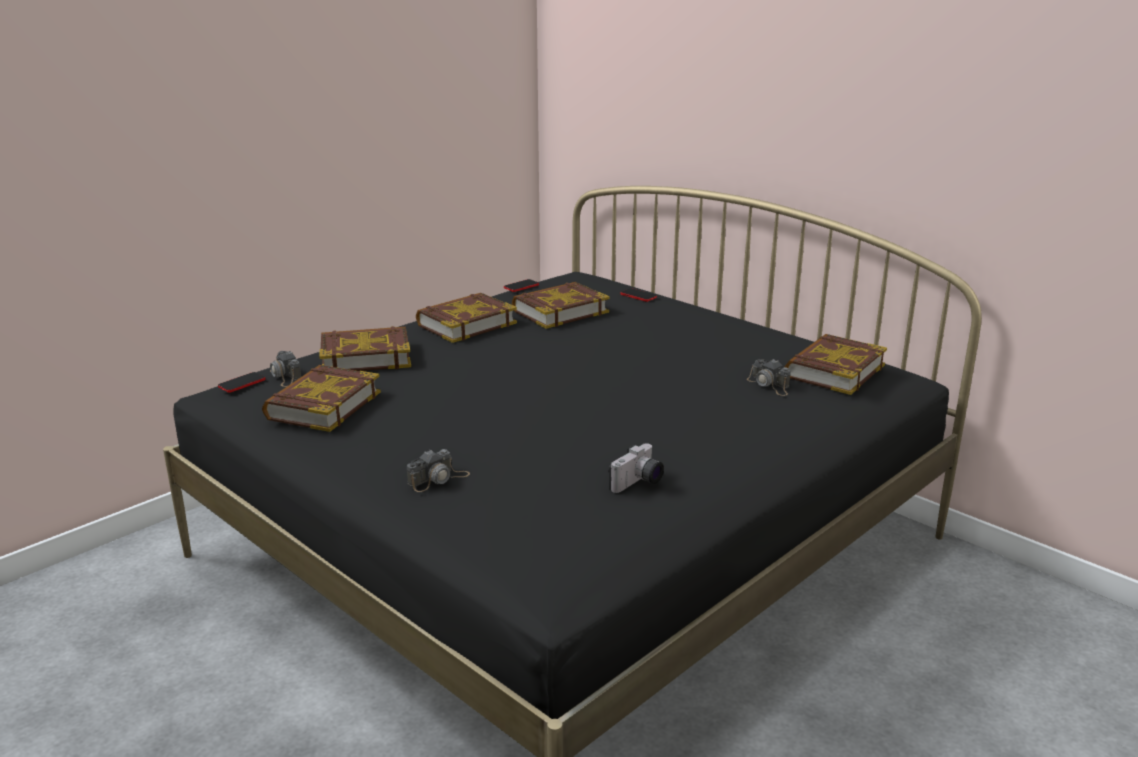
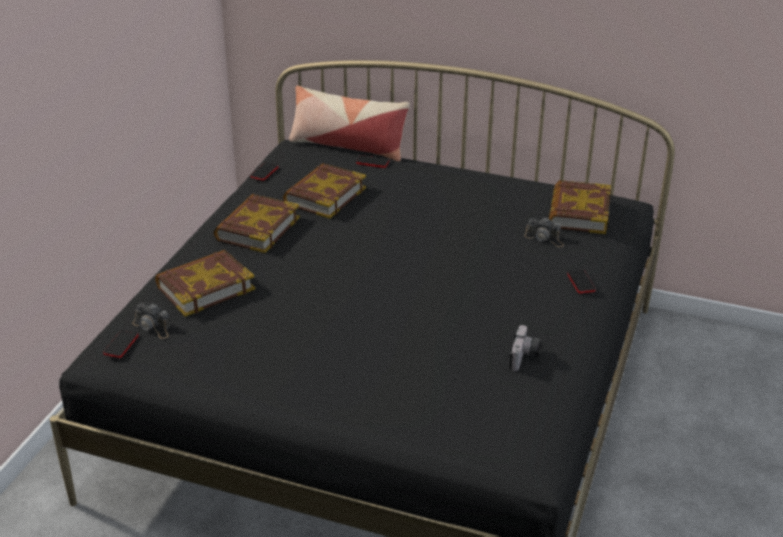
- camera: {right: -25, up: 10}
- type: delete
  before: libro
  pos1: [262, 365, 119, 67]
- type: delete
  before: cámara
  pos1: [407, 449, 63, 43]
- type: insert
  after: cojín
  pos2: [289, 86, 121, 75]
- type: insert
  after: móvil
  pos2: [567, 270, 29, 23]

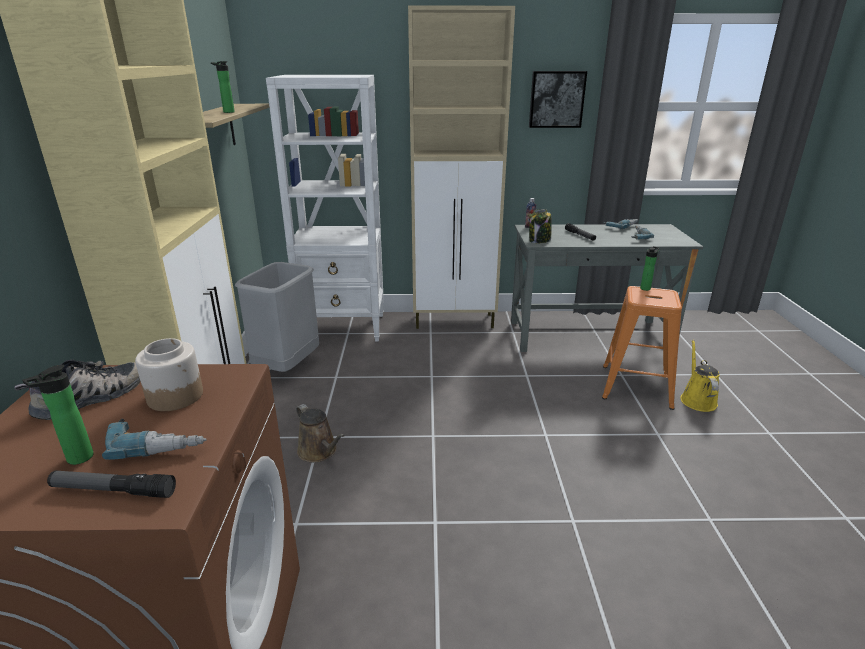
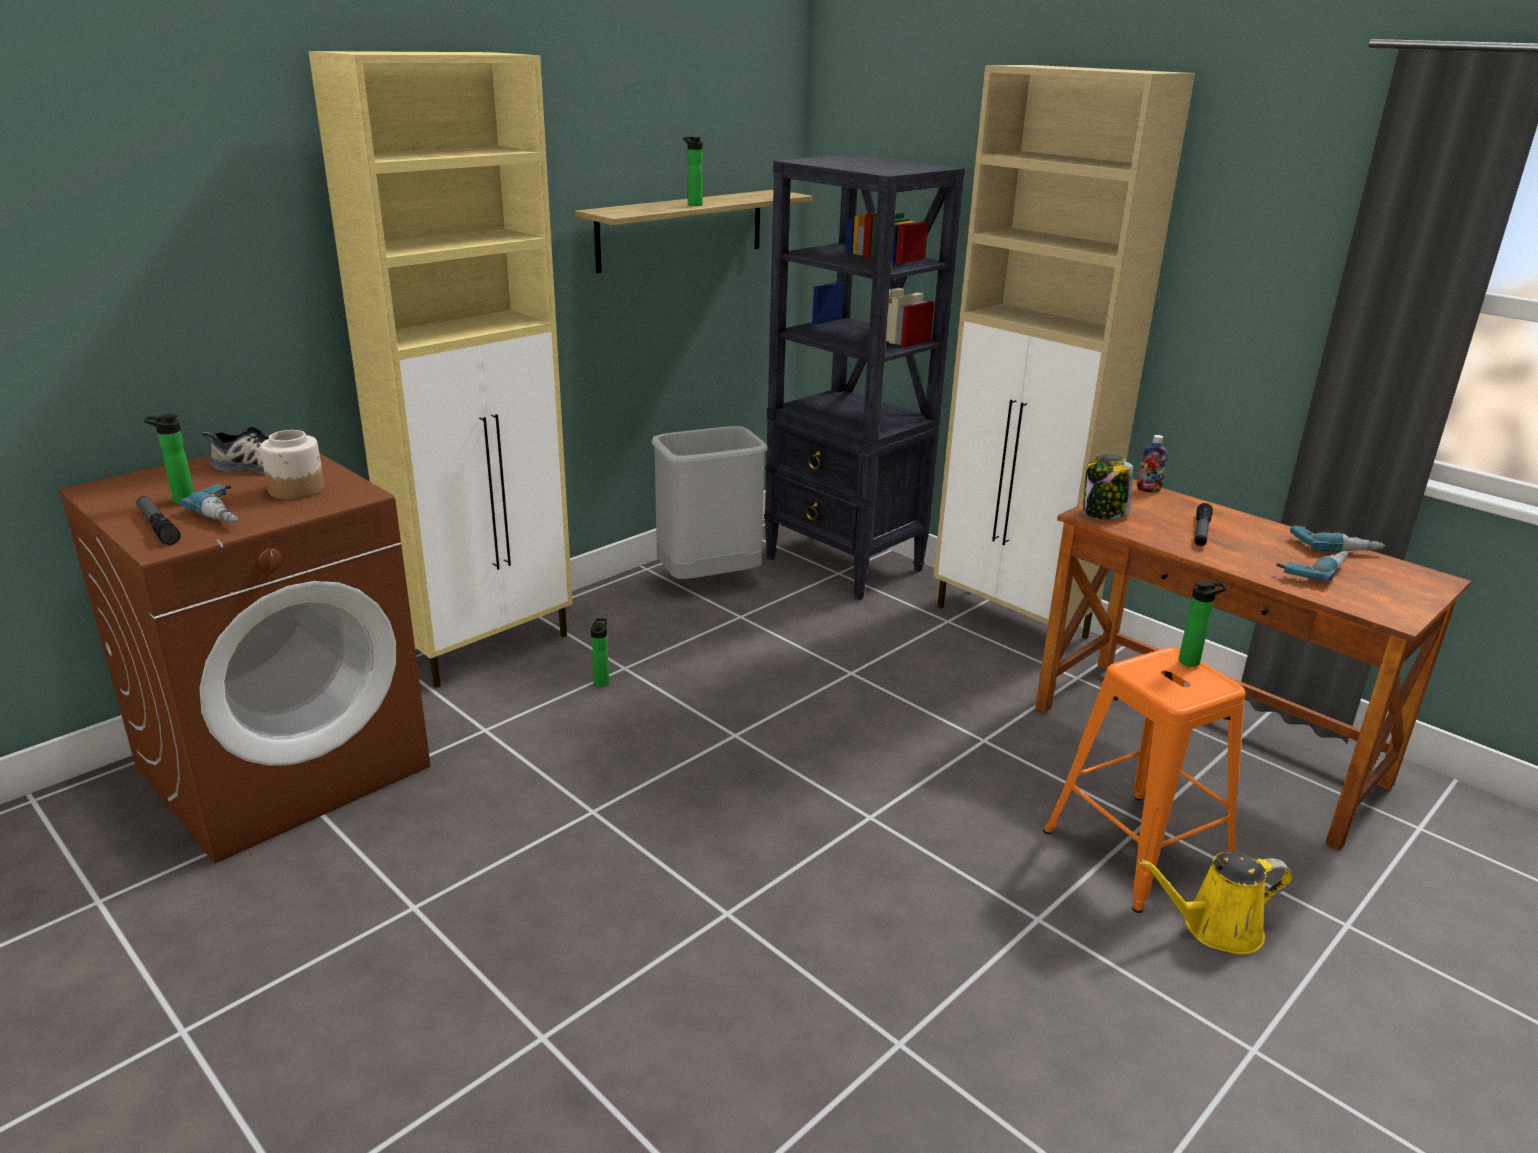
- camera: {right: 45, up: 0}
- type: delete
  before: cuadro
  pos1: [529, 71, 58, 57]
- type: recolor
  before: estantería (blanco)
  after: estantería (negro)
  pos1: [266, 75, 118, 267]
  pos2: [764, 155, 201, 445]
- type: recolor
  before: escritorio (gris)
  after: escritorio (marrón)
  pos1: [511, 224, 192, 128]
  pos2: [1035, 479, 436, 372]
- type: rotate
  before: regadera (amarillo)
  pos1: [680, 340, 40, 72]
  pos2: [1138, 852, 155, 103]
  turn: -150
- type: replace
  before: regadera (marrón)
  after: botella
  pos1: [296, 404, 49, 58]
  pos2: [591, 618, 18, 69]

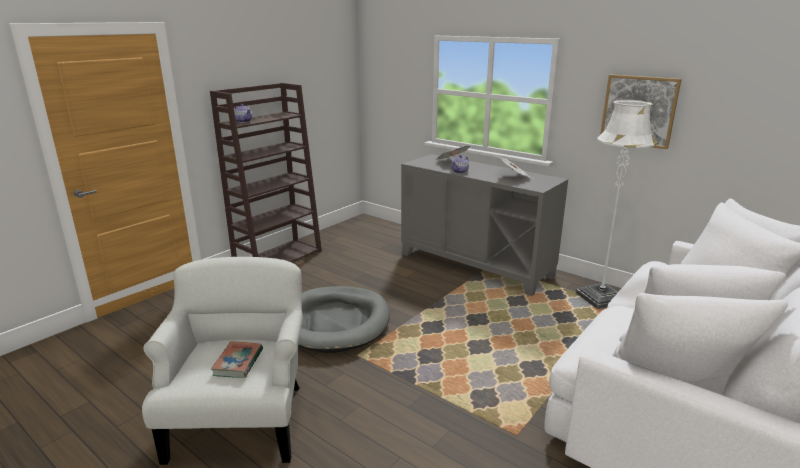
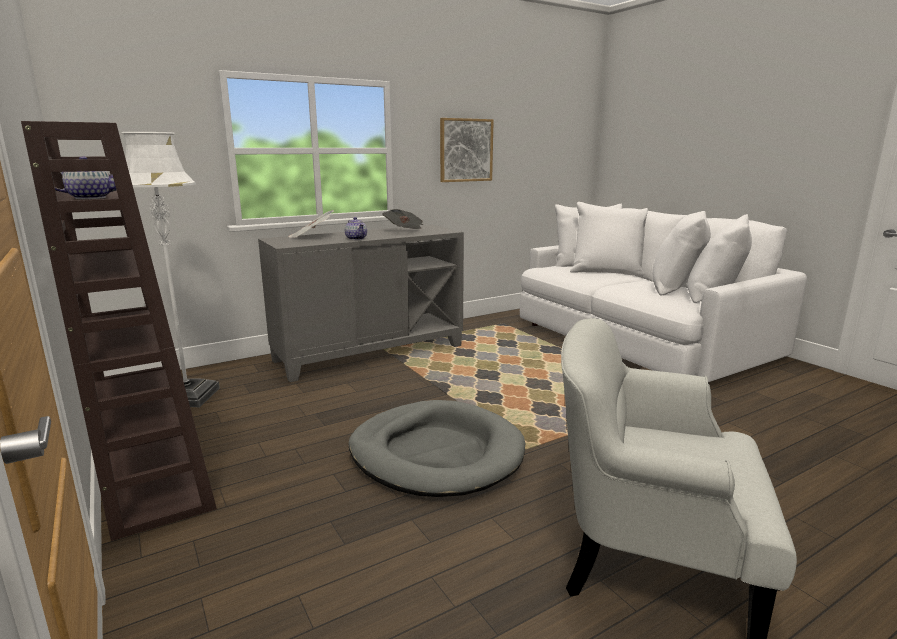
- camera: {right: -70, up: -5}
- type: move
  before: lámpara de pie (blanco)
  pos1: [576, 100, 82, 209]
  pos2: [122, 132, 98, 275]
- type: delete
  before: libro
  pos1: [211, 341, 52, 37]

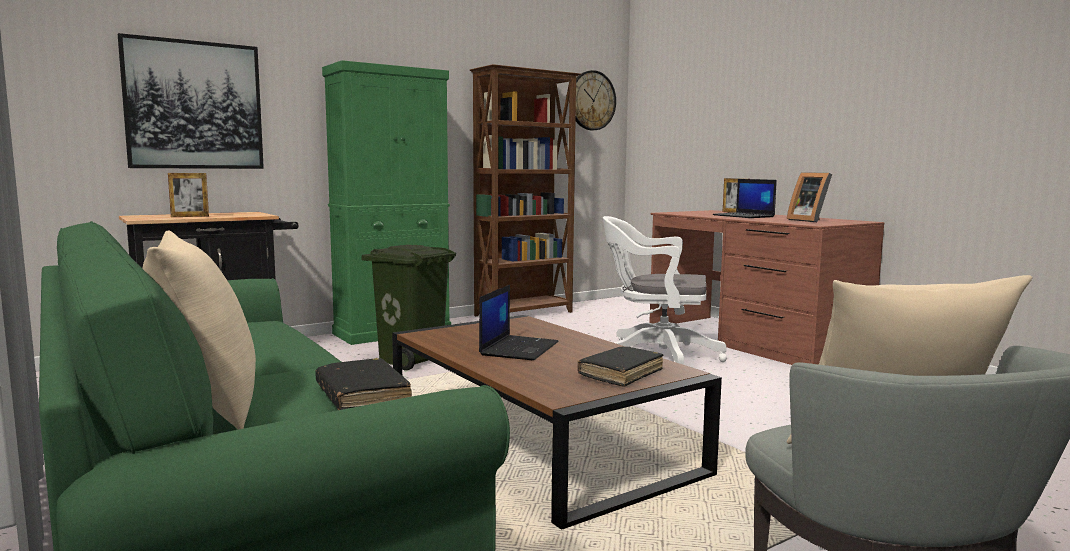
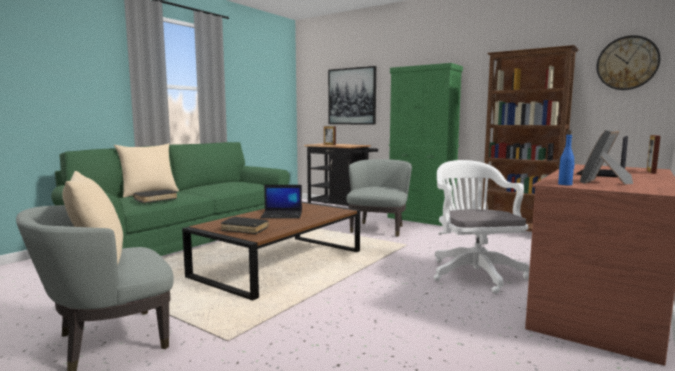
- camera: {right: 70, up: 0}
- type: replace
  before: papelera (verde)
  after: sillón (gris)
  pos1: [361, 245, 95, 126]
  pos2: [347, 159, 65, 78]
- type: insert
  after: botella (azul)
  pos2: [558, 130, 17, 55]

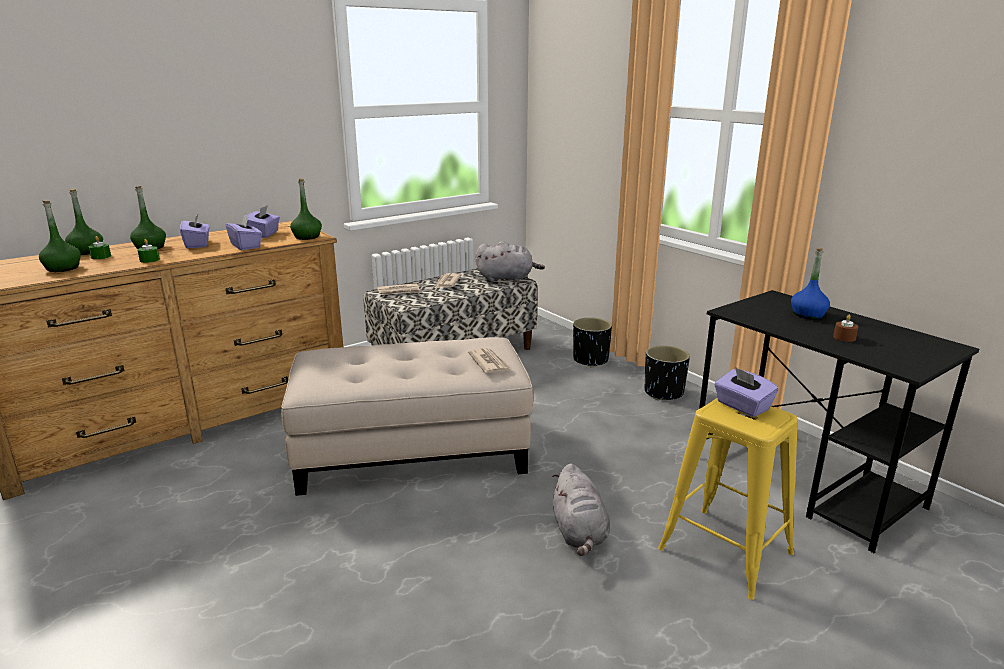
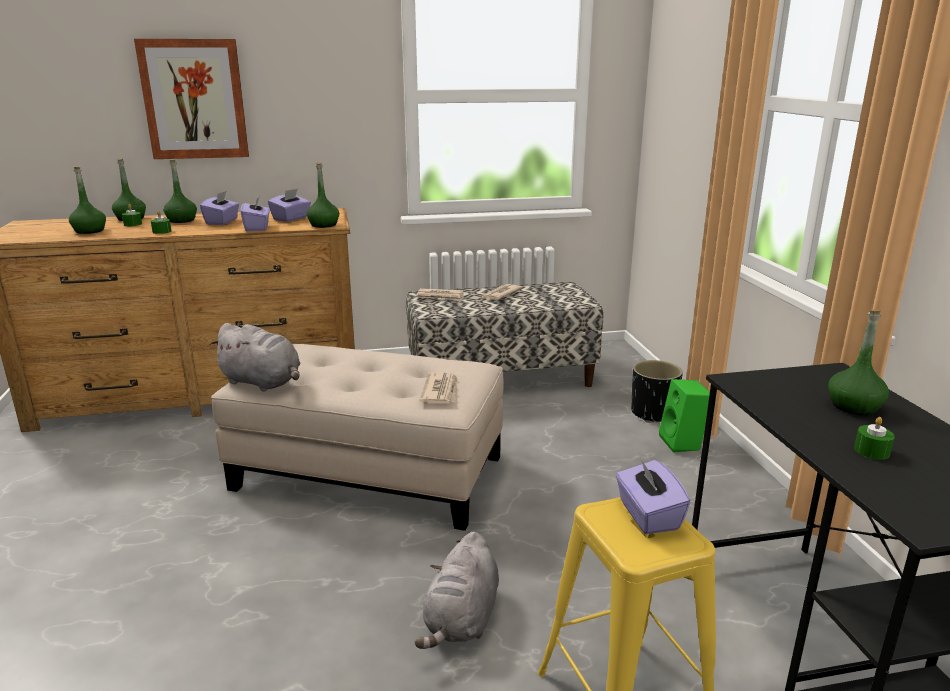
- camera: {right: 25, up: 0}
- type: move
  before: peluche (gris)
  pos1: [476, 241, 69, 41]
  pos2: [209, 323, 92, 69]
- type: recolor
  before: botella (azul)
  after: botella (verde)
  pos1: [791, 248, 39, 71]
  pos2: [828, 309, 61, 106]
- type: recolor
  before: vela (marrón)
  after: vela (verde)
  pos1: [833, 315, 26, 27]
  pos2: [854, 417, 41, 43]
- type: delete
  before: maceta (negro)
  pos1: [645, 345, 45, 56]
- type: insert
  after: cuadro
  pos2: [134, 39, 115, 120]
- type: insert
  after: altavoz (verde)
  pos2: [659, 379, 51, 74]

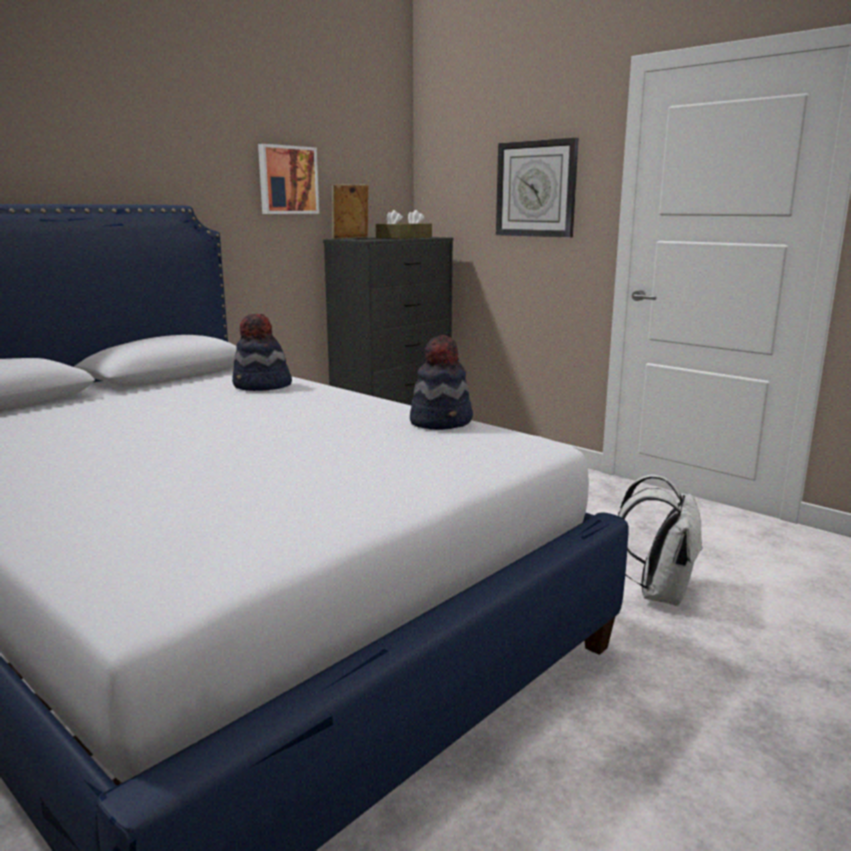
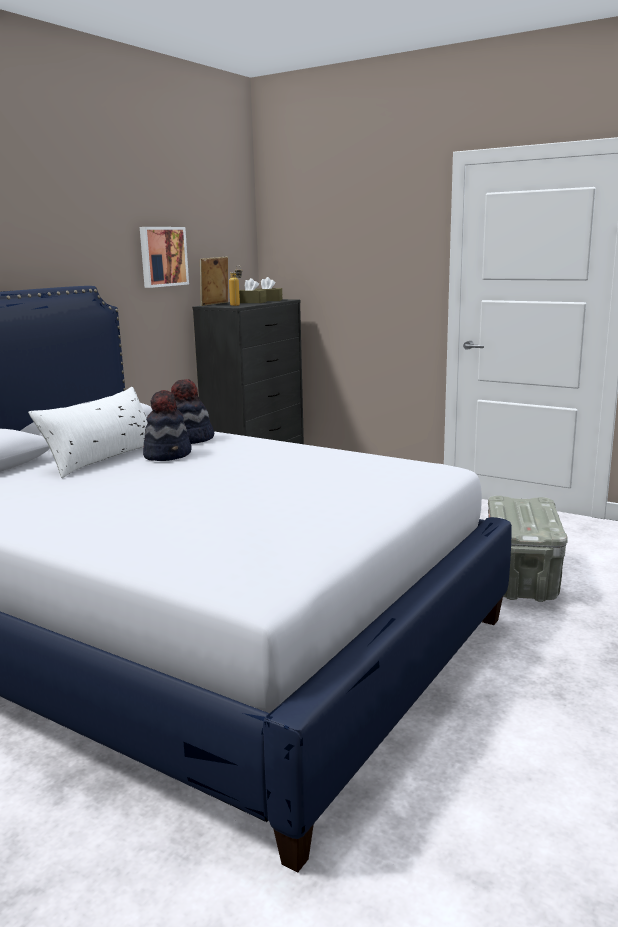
- camera: {right: -10, up: 0}
- type: delete
  before: reloj de pared
  pos1: [496, 138, 82, 99]
- type: move
  before: sombrero
  pos1: [410, 335, 63, 95]
  pos2: [143, 390, 49, 71]
- type: replace
  before: mochila (blanco)
  after: caja de almacenaje (gris)
  pos1: [618, 475, 85, 131]
  pos2: [488, 496, 80, 106]
- type: insert
  after: botella
  pos2: [229, 265, 13, 41]
- type: insert
  after: cojín (blanco)
  pos2: [28, 387, 120, 91]

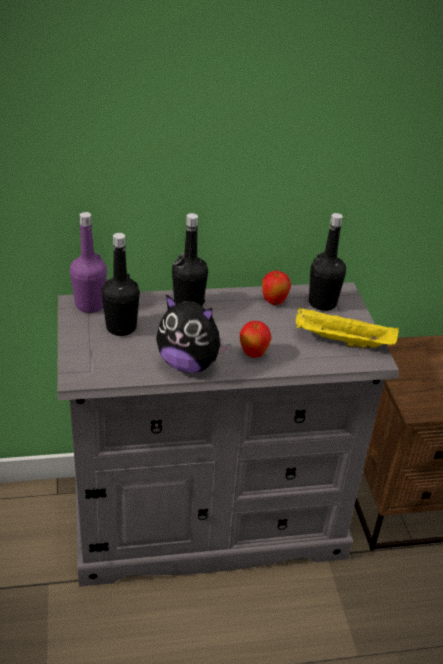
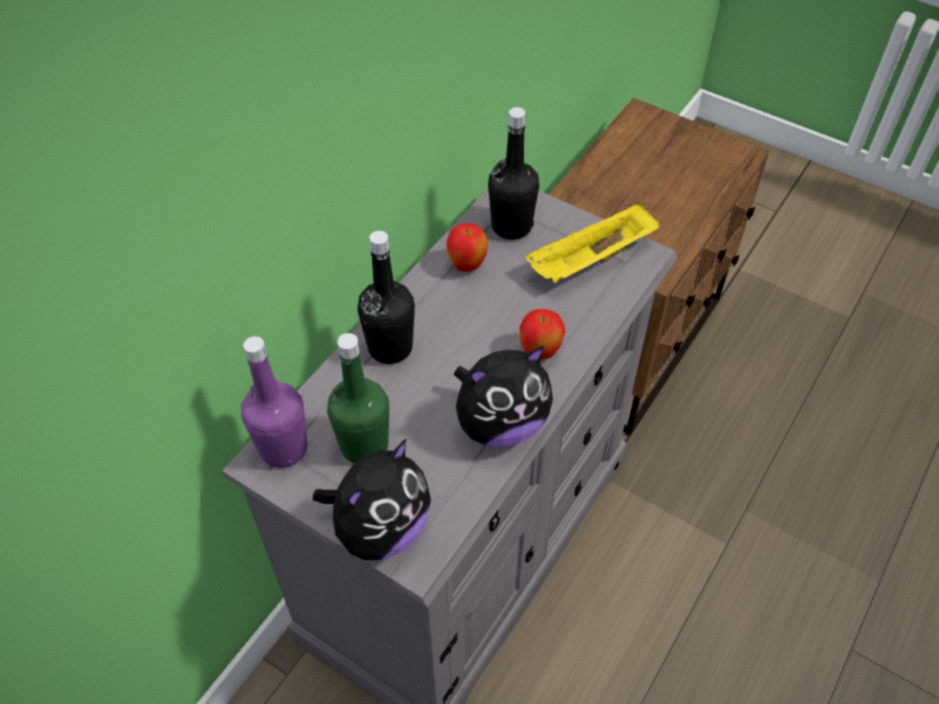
- camera: {right: -45, up: 15}
- type: recolor
  before: botella (negro)
  after: botella (verde)
  pos1: [101, 233, 39, 103]
  pos2: [327, 333, 62, 130]
- type: insert
  after: peluche
  pos2: [313, 438, 118, 122]

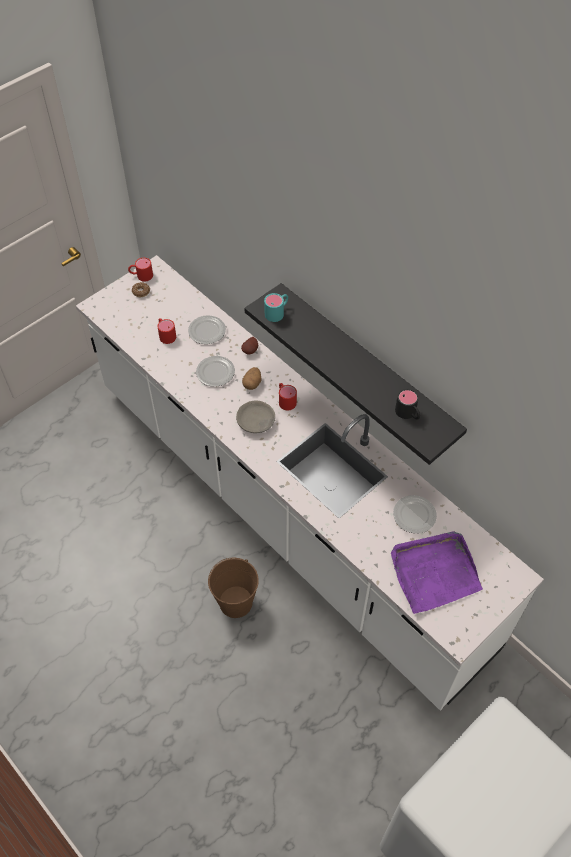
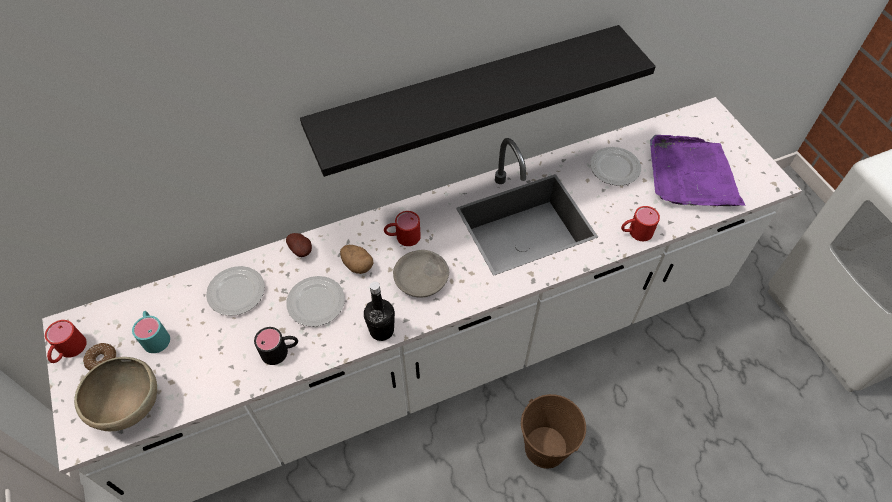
- camera: {right: -70, up: 0}
- type: move
  before: taza grande (turquesa)
  pos1: [264, 293, 24, 29]
  pos2: [132, 311, 38, 42]
- type: move
  before: taza grande (rojo)
  pos1: [157, 318, 19, 26]
  pos2: [621, 206, 39, 35]
- type: move
  before: taza grande (negro)
  pos1: [395, 389, 25, 31]
  pos2: [254, 327, 44, 38]
- type: insert
  after: botella (negro)
  pos2: [364, 282, 31, 59]
- type: insert
  after: cuenco (marrón)
  pos2: [74, 357, 83, 74]

